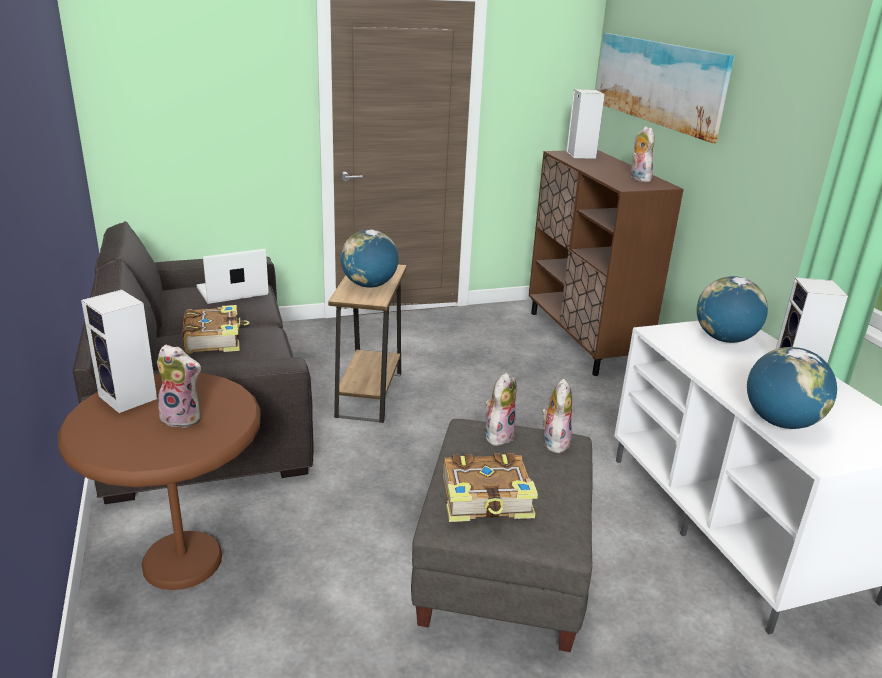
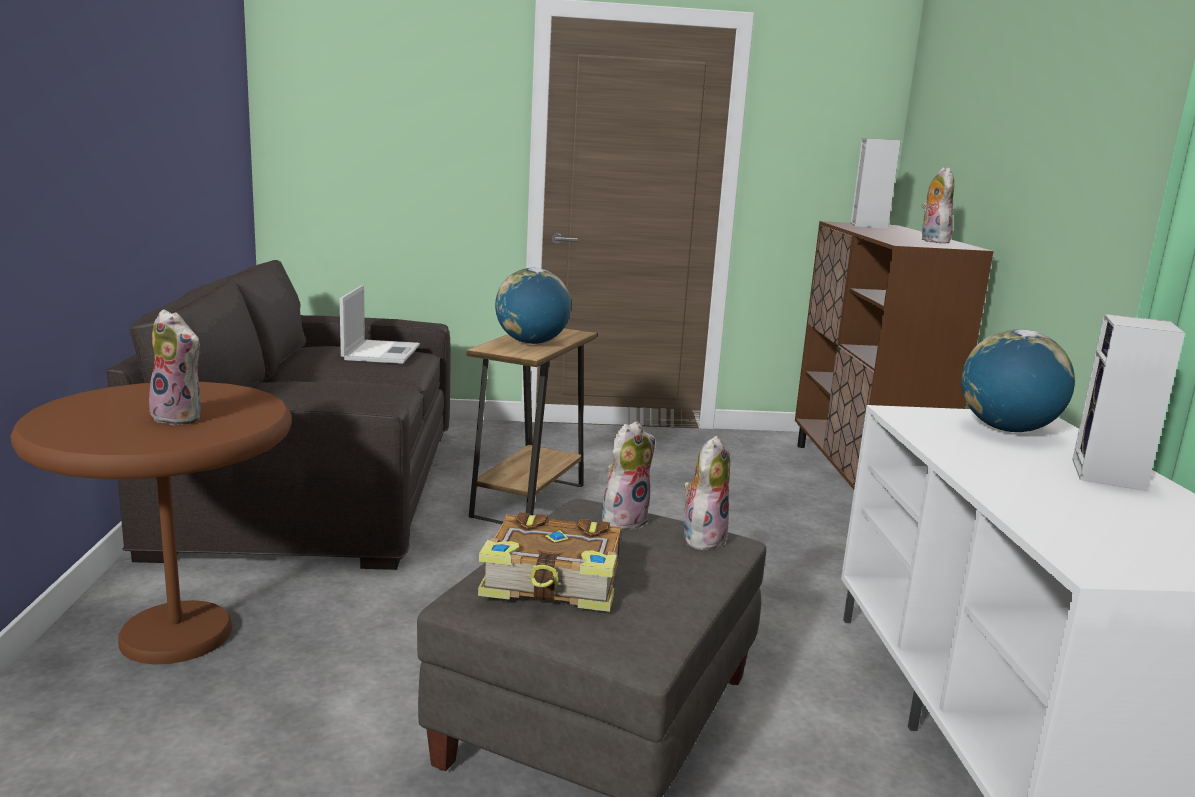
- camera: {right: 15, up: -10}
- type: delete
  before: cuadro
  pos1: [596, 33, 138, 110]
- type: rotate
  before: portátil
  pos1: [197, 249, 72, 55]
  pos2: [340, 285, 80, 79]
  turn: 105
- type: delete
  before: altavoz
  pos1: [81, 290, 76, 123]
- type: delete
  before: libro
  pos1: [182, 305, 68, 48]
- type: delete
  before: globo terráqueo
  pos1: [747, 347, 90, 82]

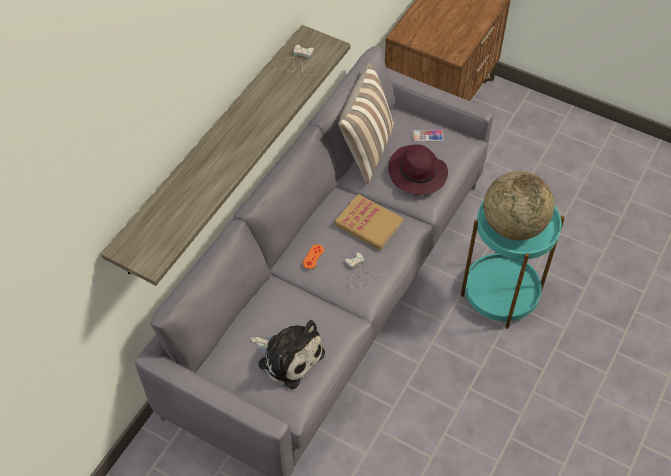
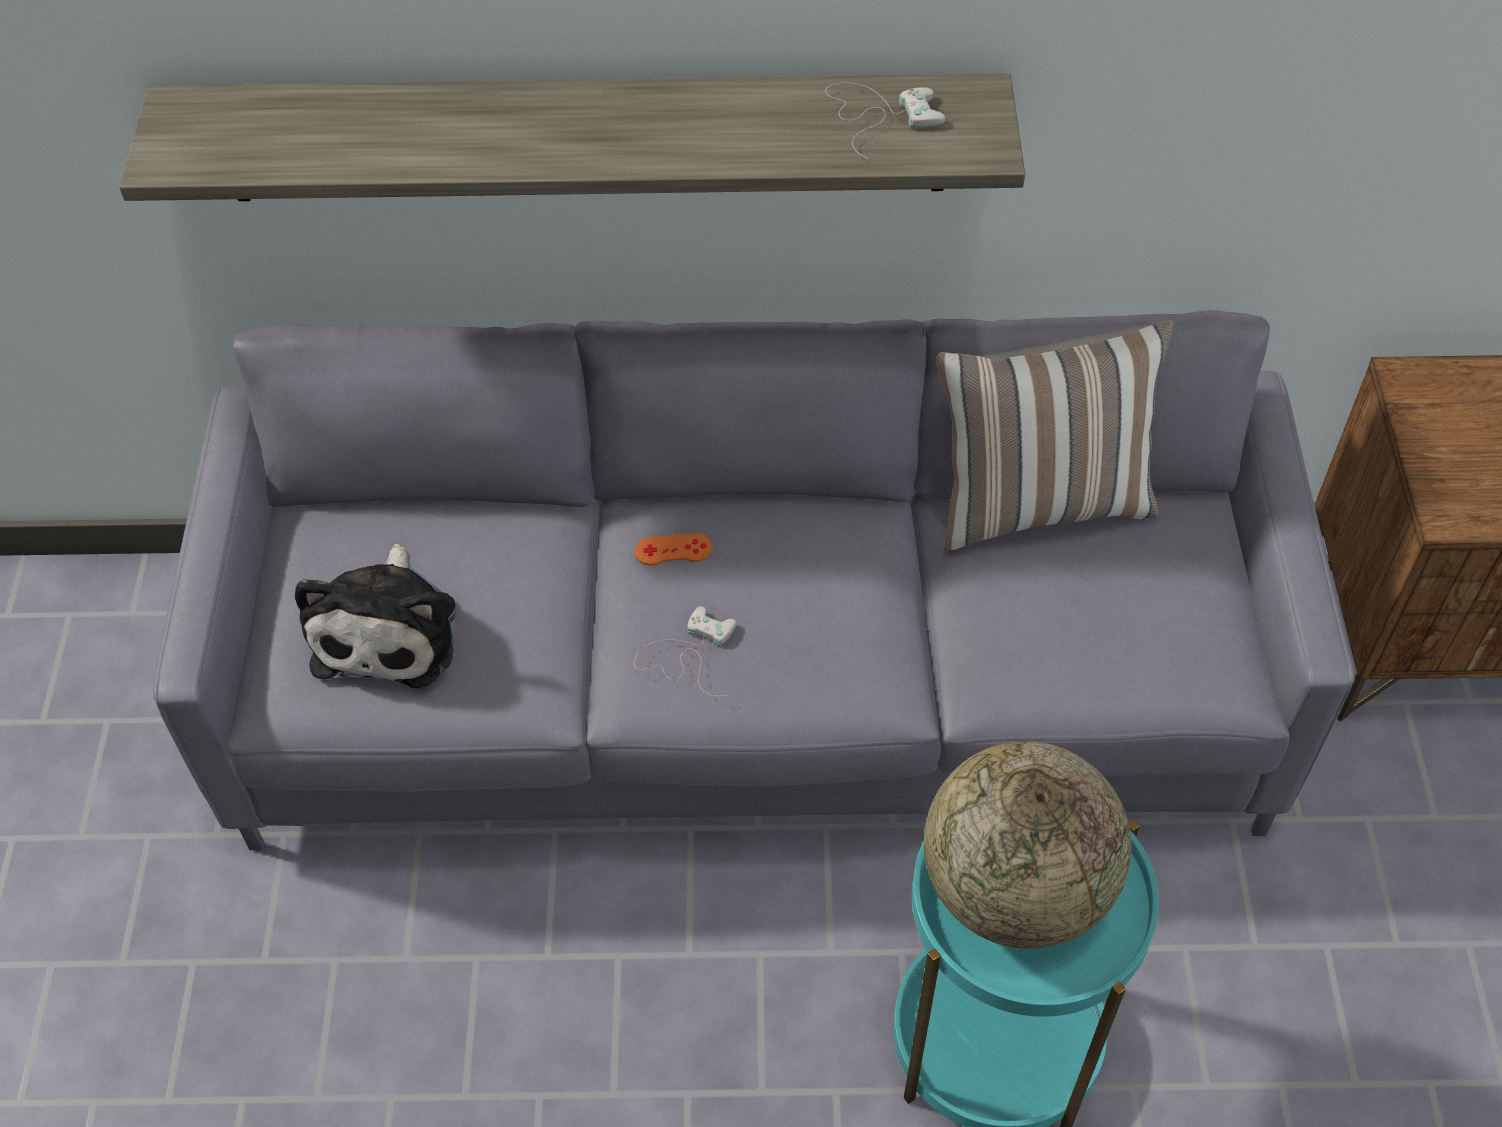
- camera: {right: 60, up: 0}
- type: delete
  before: móvil
  pos1: [412, 130, 32, 12]
- type: delete
  before: sombrero (morado)
  pos1: [388, 144, 60, 51]
- type: delete
  before: libro
  pos1: [335, 194, 69, 56]

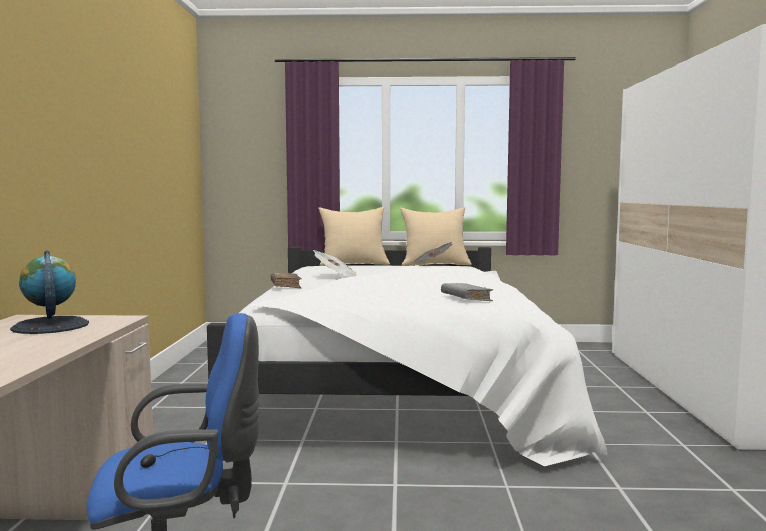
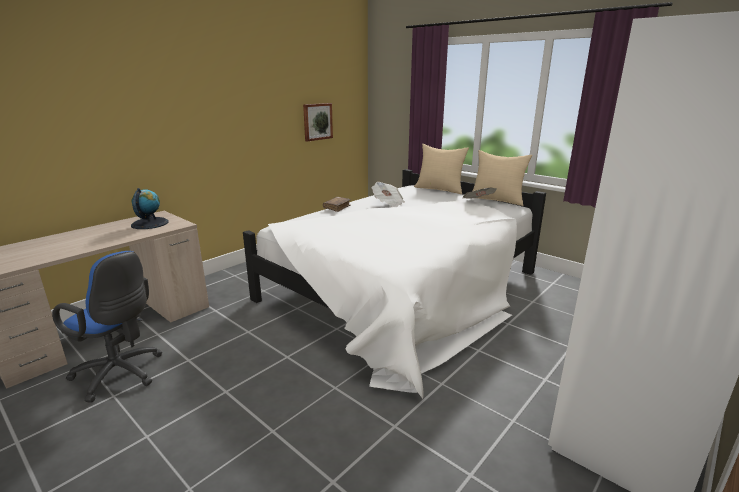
- camera: {right: 40, up: 15}
- type: delete
  before: libro (gris)
  pos1: [441, 283, 52, 18]
- type: insert
  after: cuadro
  pos2: [303, 103, 30, 39]

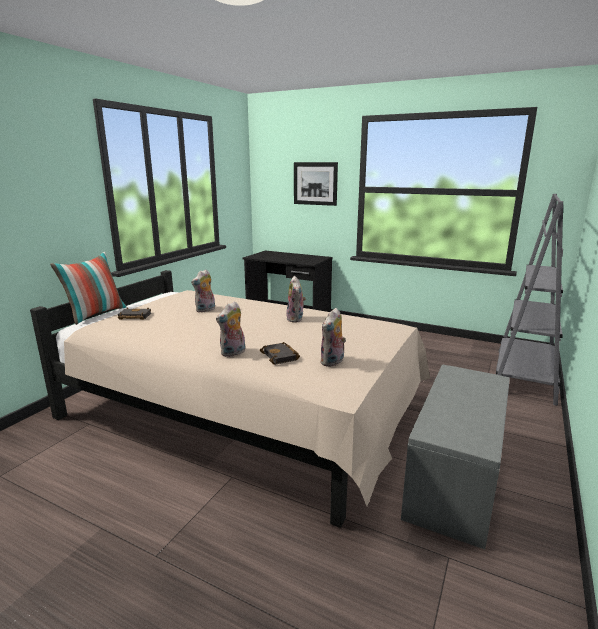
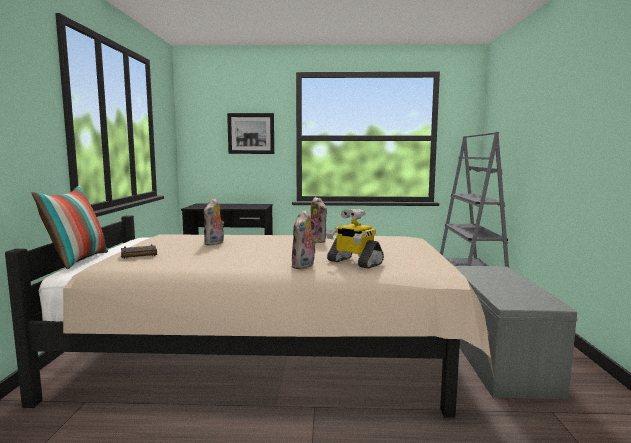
- camera: {right: -25, up: -10}
- type: delete
  before: peluche
  pos1: [320, 308, 26, 59]
- type: replace
  before: libro (negro)
  after: robot de juguete
  pos1: [260, 342, 40, 22]
  pos2: [326, 208, 58, 61]

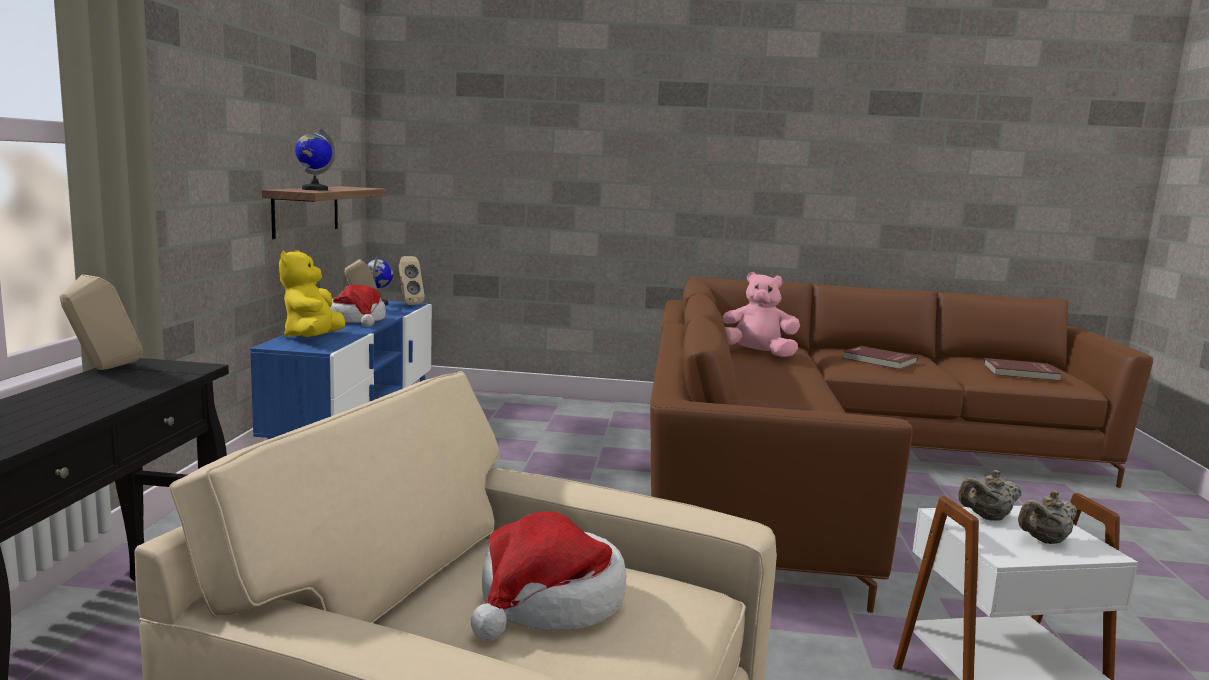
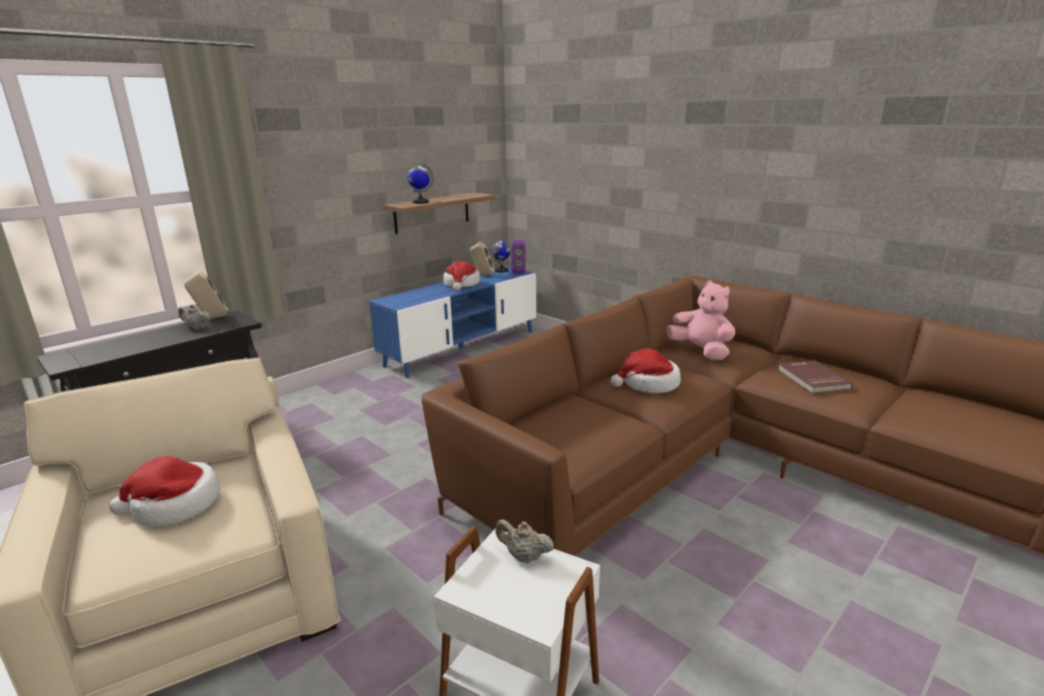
- camera: {right: 40, up: 10}
- type: delete
  before: peluche (amarillo)
  pos1: [279, 250, 67, 87]
- type: recolor
  before: altavoz (beis)
  after: altavoz (morado)
  pos1: [399, 256, 26, 49]
  pos2: [511, 240, 15, 34]
- type: delete
  before: libro (rojo)
  pos1: [984, 358, 78, 23]
- type: move
  before: tetera (beis)
  pos1: [1018, 490, 59, 54]
  pos2: [178, 305, 33, 25]
- type: insert
  after: sombrero
  pos2: [611, 349, 70, 44]

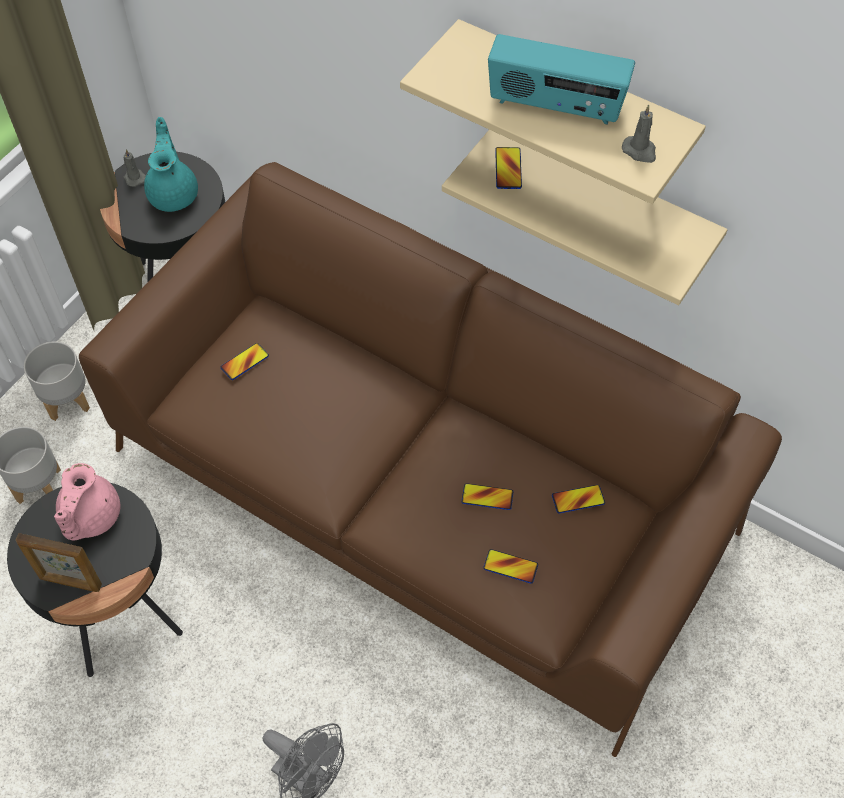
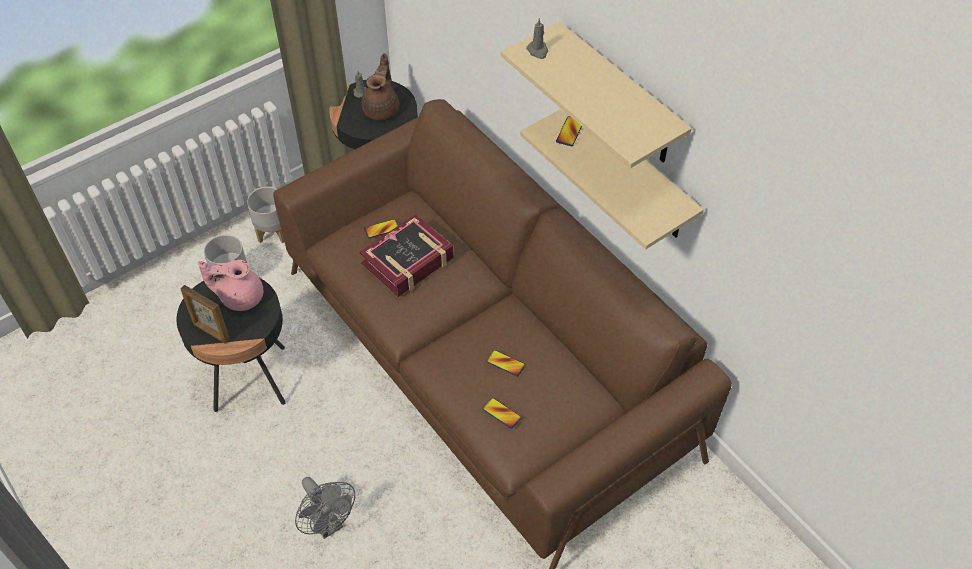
- camera: {right: 20, up: -5}
- type: delete
  before: radio
  pos1: [488, 34, 147, 91]
- type: move
  before: vela (gris)
  pos1: [622, 105, 34, 58]
  pos2: [526, 18, 22, 41]
- type: recolor
  before: tetera (turquesa)
  after: tetera (marrón)
  pos1: [144, 117, 54, 95]
  pos2: [362, 53, 37, 67]
- type: rotate
  before: tetera (rosa)
  pos1: [54, 463, 66, 77]
  pos2: [198, 259, 65, 52]
  turn: 60
- type: delete
  before: móvil
  pos1: [552, 485, 53, 28]
- type: insert
  after: libro
  pos2: [360, 214, 94, 83]

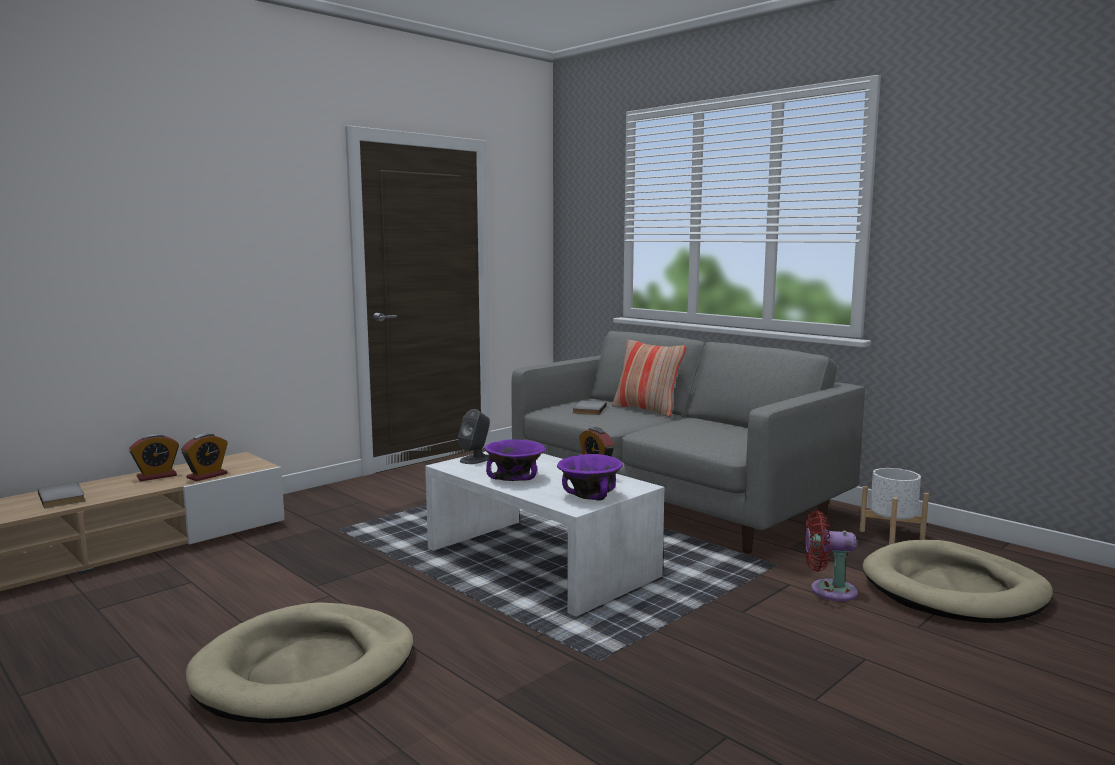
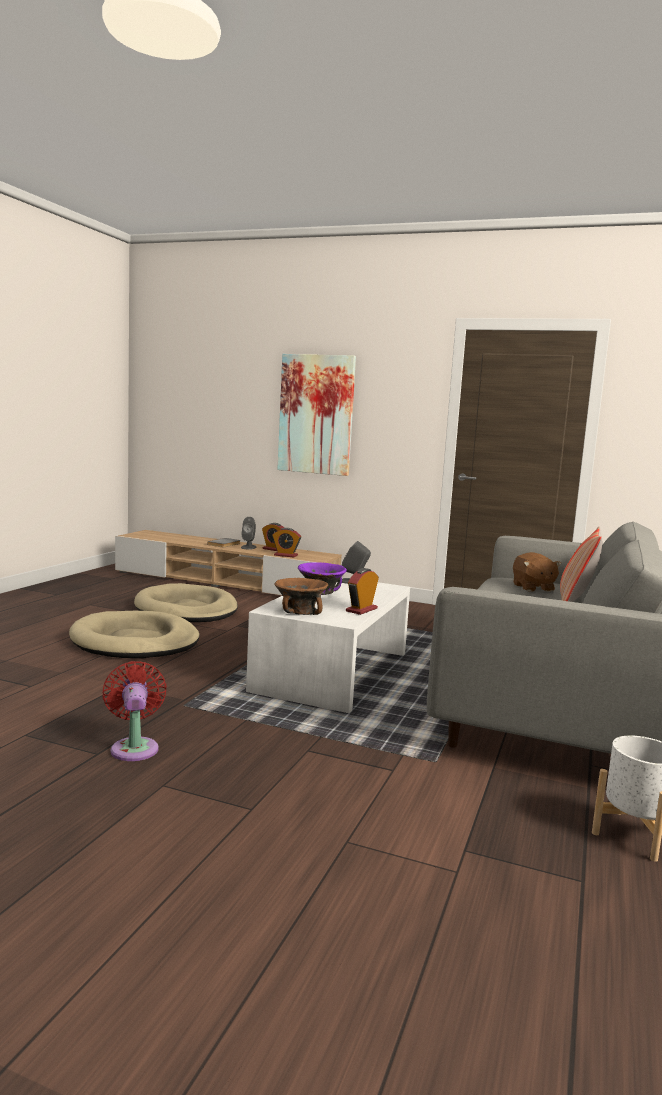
- camera: {right: 65, up: 0}
- type: replace
  before: libro (gris)
  after: peluche (marrón)
  pos1: [572, 401, 35, 14]
  pos2: [513, 552, 49, 40]
- type: recolor
  before: cuenco (morado)
  after: cuenco (marrón)
  pos1: [557, 454, 66, 47]
  pos2: [274, 578, 54, 37]
- type: move
  before: ventilador (rojo)
  pos1: [805, 510, 53, 91]
  pos2: [102, 661, 65, 100]
- type: move
  before: cama para perro (beis)
  pos1: [863, 540, 190, 83]
  pos2: [134, 583, 104, 39]
- type: insert
  after: cuadro
  pos2: [277, 354, 79, 122]
- type: insert
  after: altavoz (gris)
  pos2: [241, 517, 15, 32]

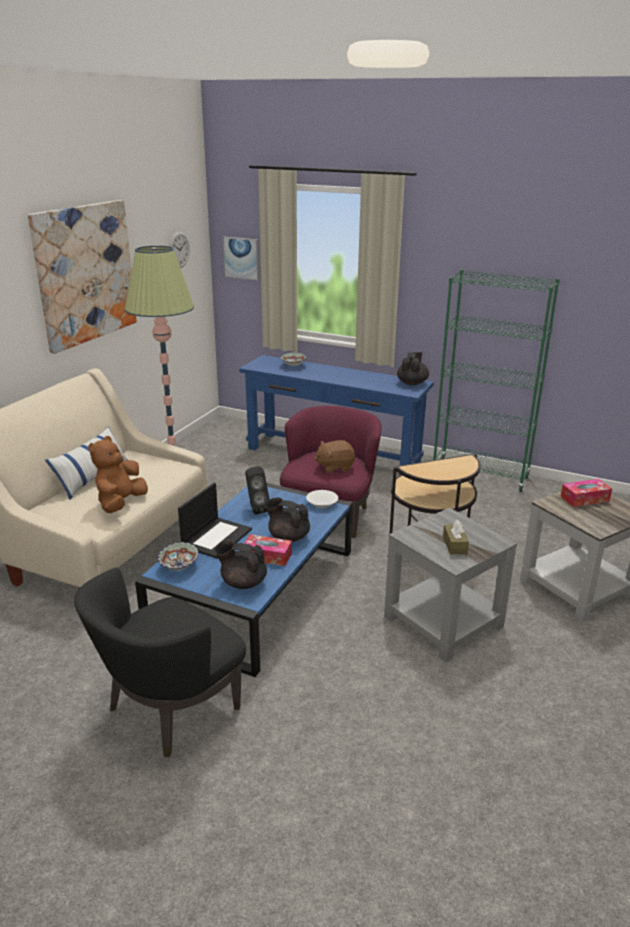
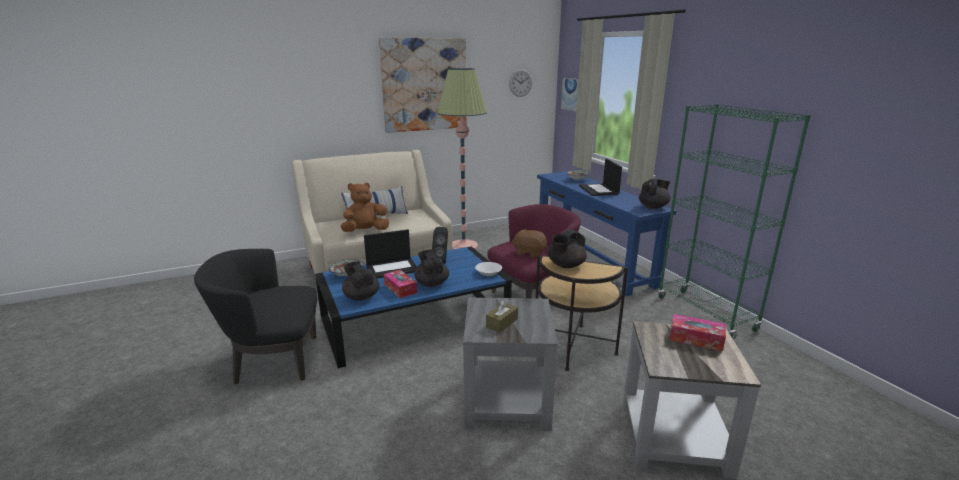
- camera: {right: 40, up: -5}
- type: insert
  after: portátil
  pos2: [579, 159, 43, 37]
- type: insert
  after: tetera (negro)
  pos2: [548, 229, 39, 39]

